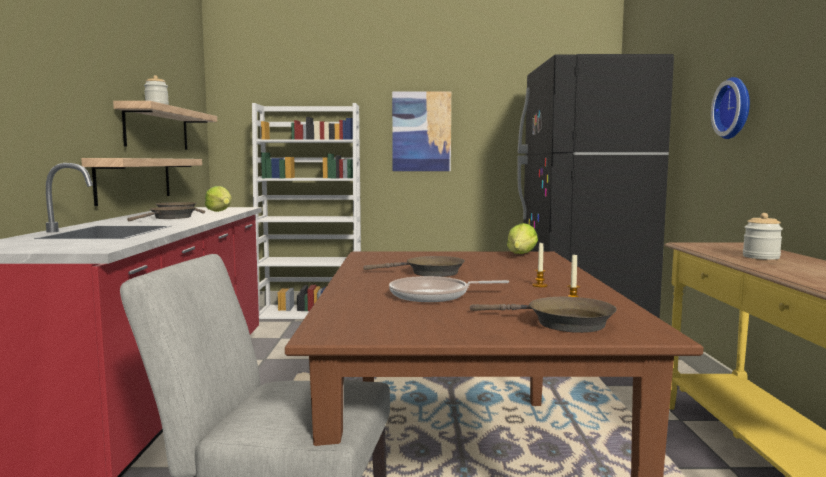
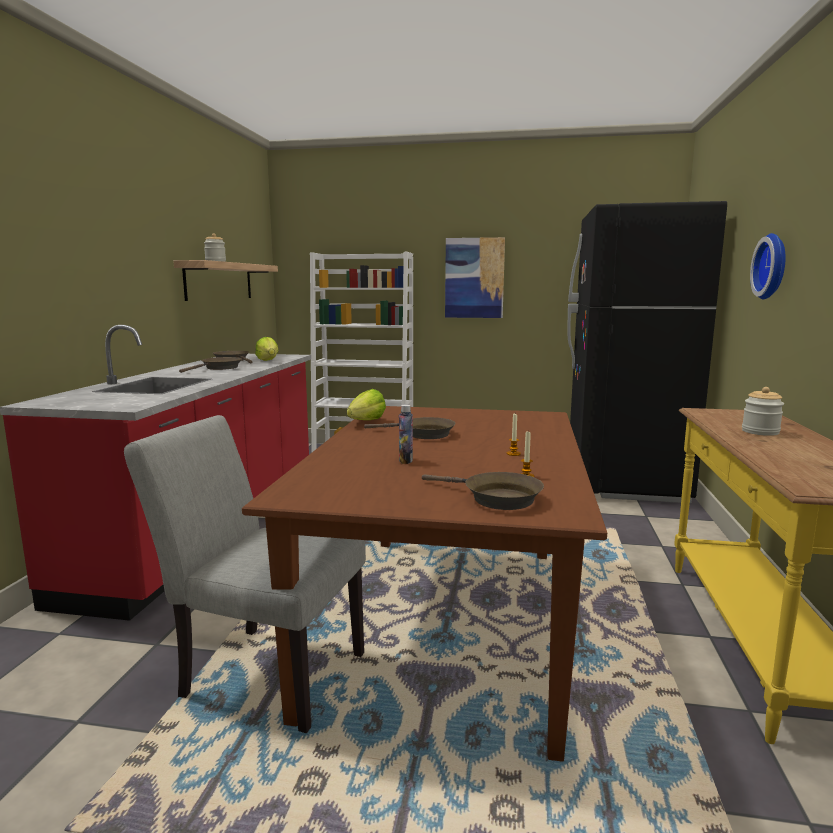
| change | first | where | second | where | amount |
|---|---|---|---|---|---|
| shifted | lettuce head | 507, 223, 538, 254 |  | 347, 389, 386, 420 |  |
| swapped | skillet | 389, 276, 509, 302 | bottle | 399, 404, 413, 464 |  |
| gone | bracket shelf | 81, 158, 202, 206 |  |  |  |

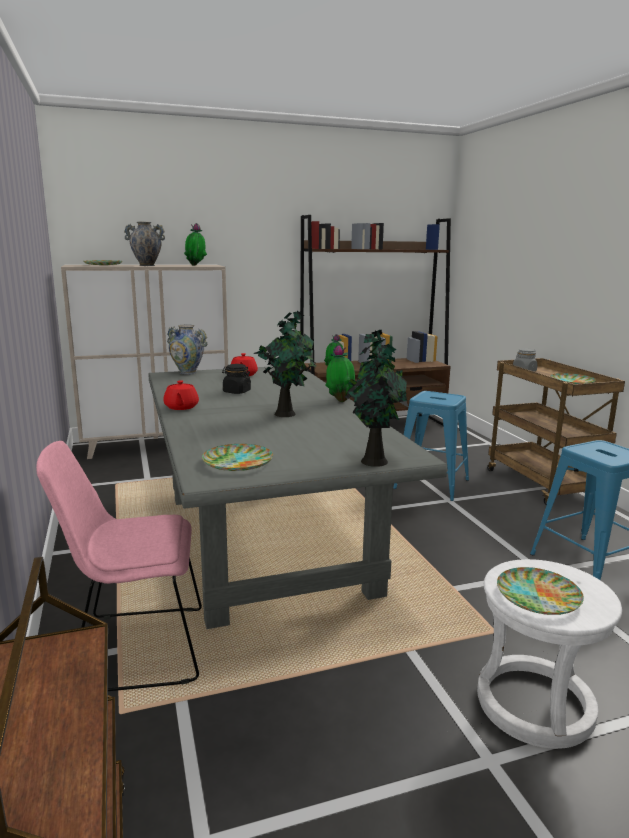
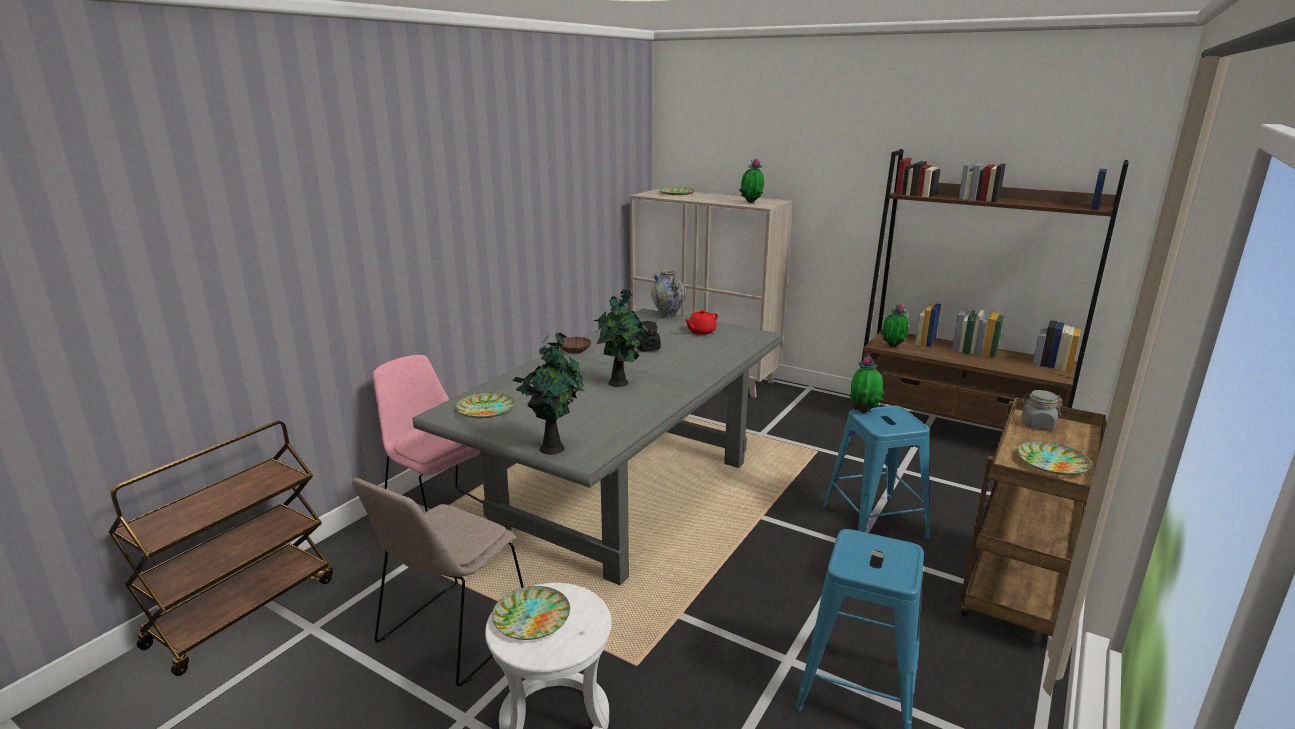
| change | first | where | second | where | amount |
|---|---|---|---|---|---|
| new |  |  | sand-coloured upright chair | 352, 477, 524, 686 |  |
| swapped | red-coloured tea pot | 163, 380, 199, 410 | brown-coloured bowl | 559, 337, 591, 354 |  |
| shifted | plant in a pot | 326, 345, 355, 402 |  | 850, 355, 884, 413 |  |
| gone | vase | 124, 222, 165, 266 |  |  |  |

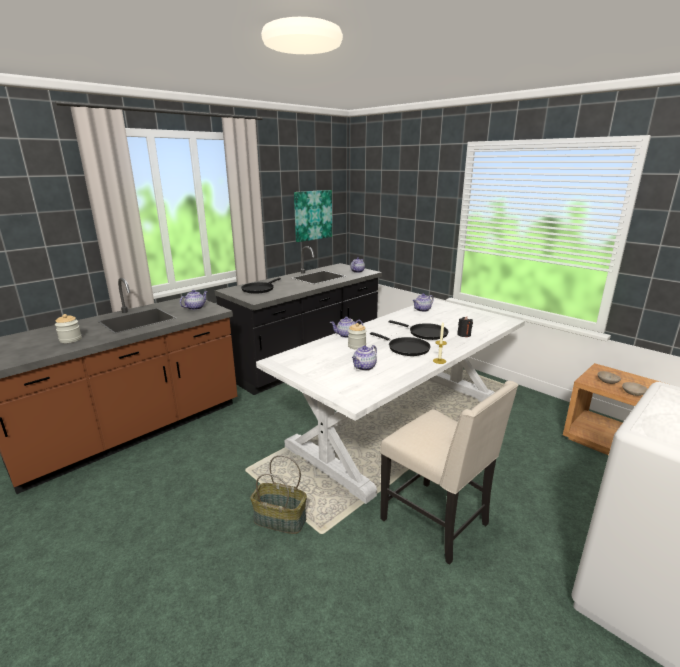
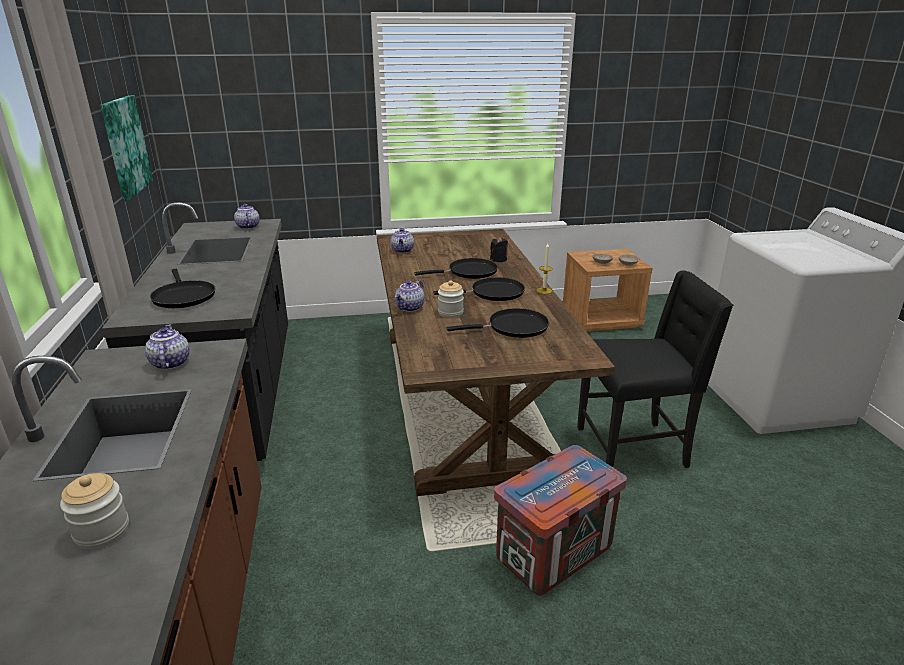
| change | first | where | second | where | amount |
|---|---|---|---|---|---|
| repainted | white dining table | 256, 298, 525, 504 | brown-coloured dining table | 377, 229, 615, 497 |  |
| swapped | tea pot | 352, 345, 377, 371 | blackish skillet | 447, 308, 549, 338 |  |
| swapped | storage basket | 250, 455, 307, 534 | packing crate | 494, 445, 627, 595 |  |
| repainted | sand-coloured upright chair | 380, 381, 518, 565 | blackish upright chair | 577, 270, 733, 468 |  |

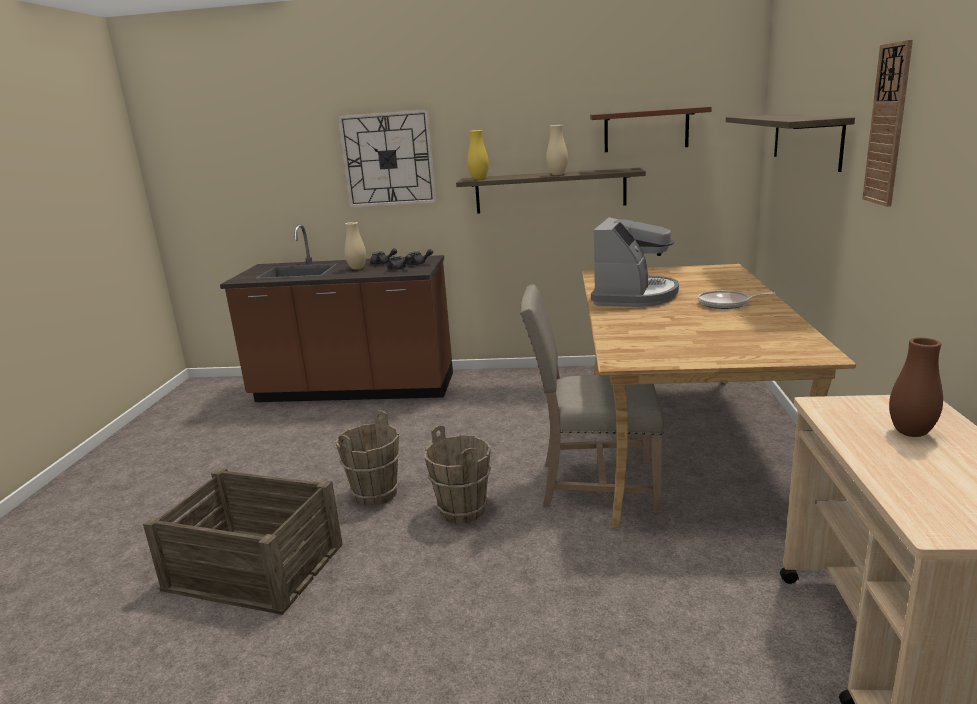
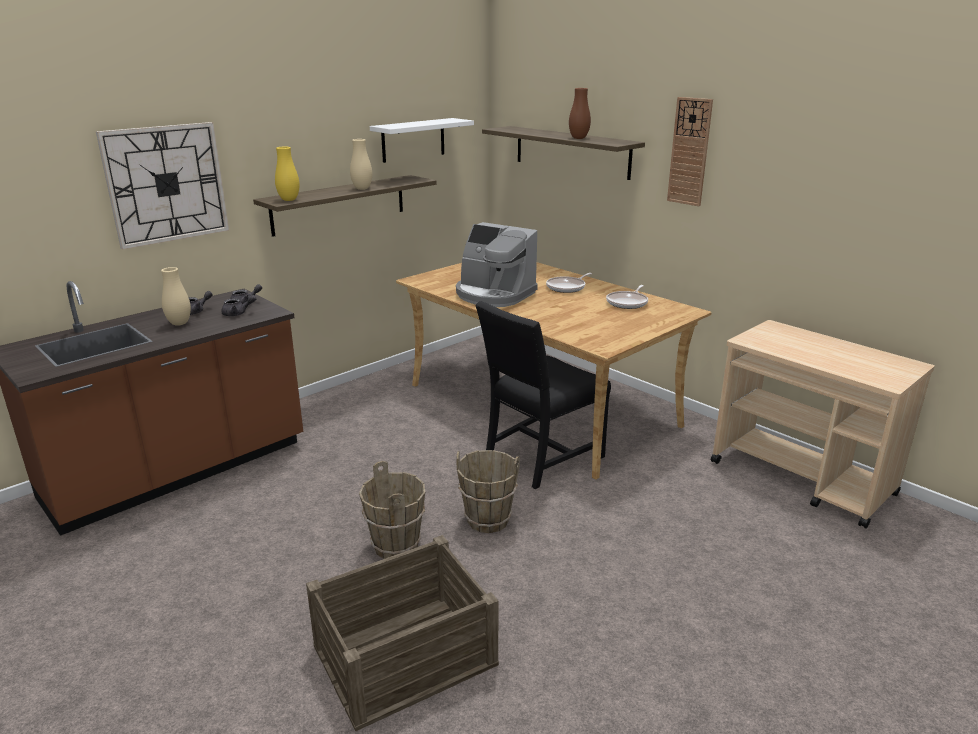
| change | first | where | second | where | amount |
|---|---|---|---|---|---|
| repainted | brown-coloured bracket shelf | 590, 106, 712, 152 | white bracket shelf | 370, 118, 474, 163 |  |
| rotated | coffee brewer | 591, 217, 679, 307 |  | 456, 222, 538, 307 | 150 degrees clockwise |
| repainted | sand-coloured upright chair | 520, 284, 665, 513 | blackish upright chair | 475, 301, 611, 489 |  |
| shifted | brown-coloured vase | 889, 338, 943, 437 |  | 569, 88, 591, 139 |  |
| new |  |  | skillet | 606, 285, 648, 309 |  |

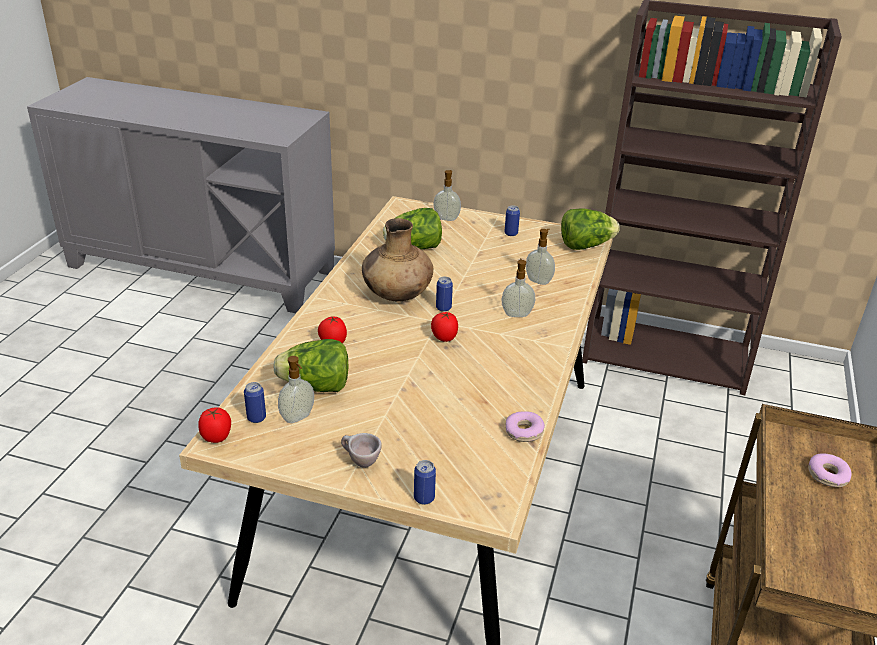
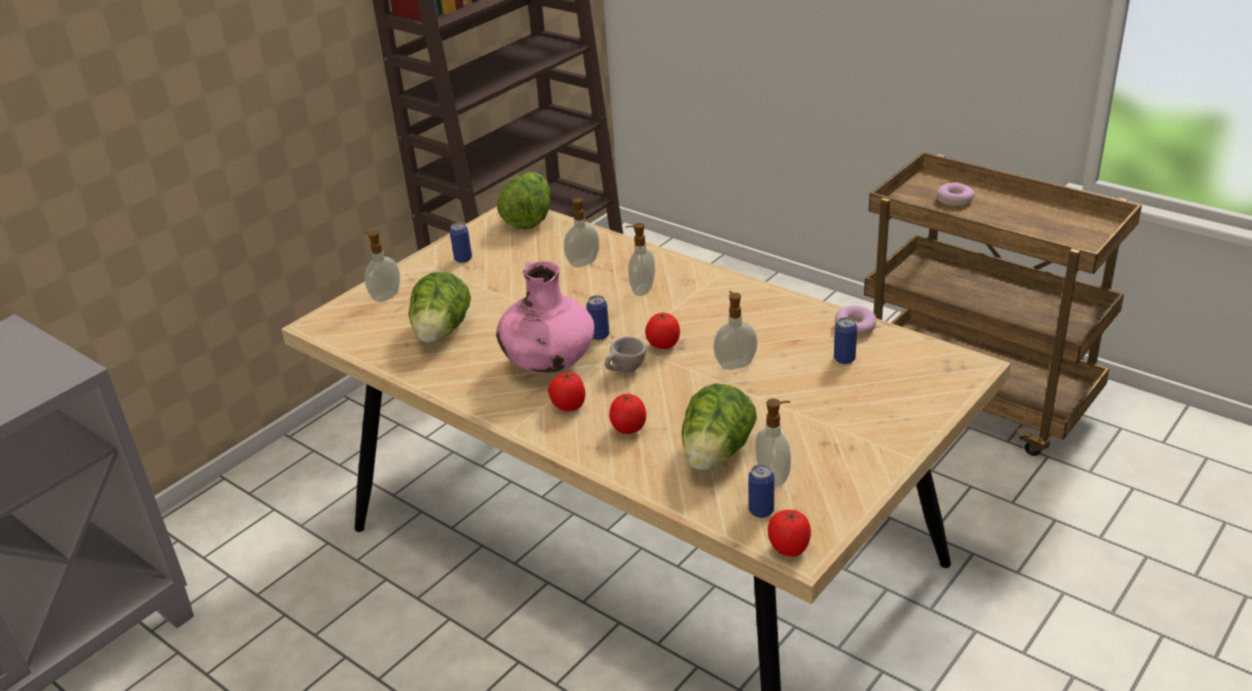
| change | first | where | second | where | amount |
|---|---|---|---|---|---|
| repainted | brown-coloured vase | 362, 218, 433, 302 | pink vase | 496, 261, 595, 373 |  |
| new |  |  | whole tomato | 548, 371, 586, 411 |  |
| shifted | sand-coloured drinking cup | 341, 433, 382, 468 |  | 605, 336, 646, 373 |  |
| new |  |  | soap dispenser | 713, 291, 758, 370 |  |
| shifted | metal can | 414, 460, 436, 505 |  | 834, 317, 857, 364 |  |

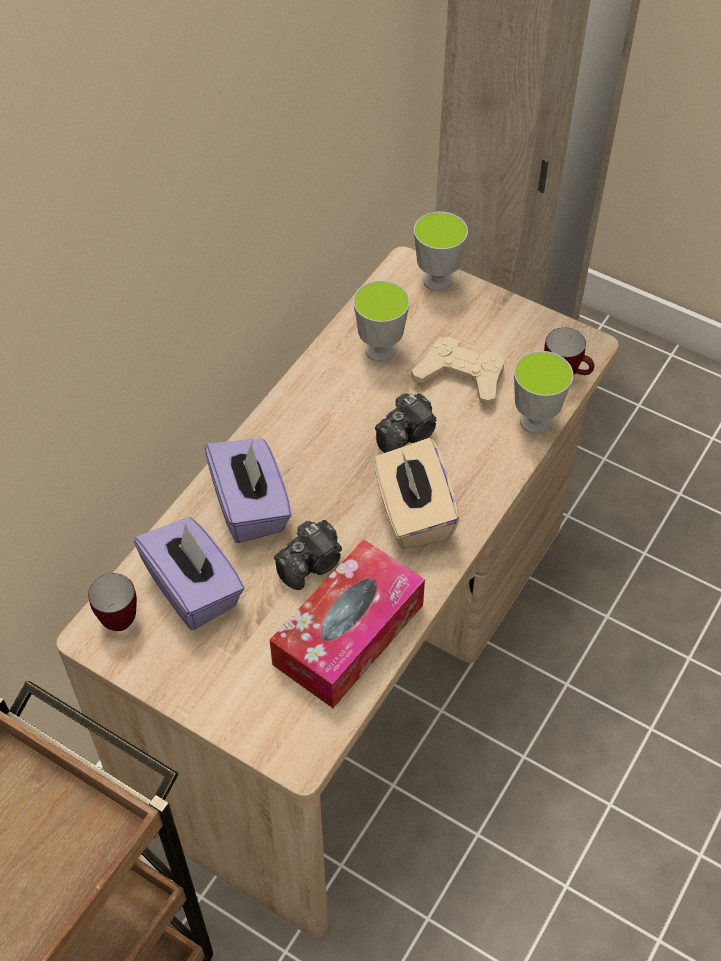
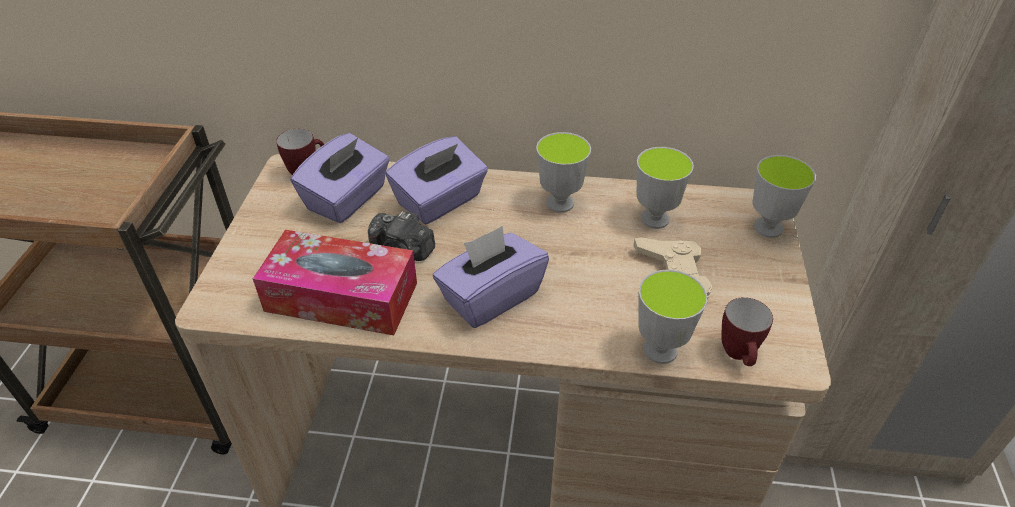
| change | first | where | second | where | amount |
|---|---|---|---|---|---|
| repainted | sand-coloured tissue holder | 374, 438, 459, 549 | purplish tissue holder | 433, 226, 549, 328 |  |
| new |  |  | drinking cup | 536, 132, 591, 213 |  |
| gone | still camera | 375, 393, 437, 453 |  |  |  |

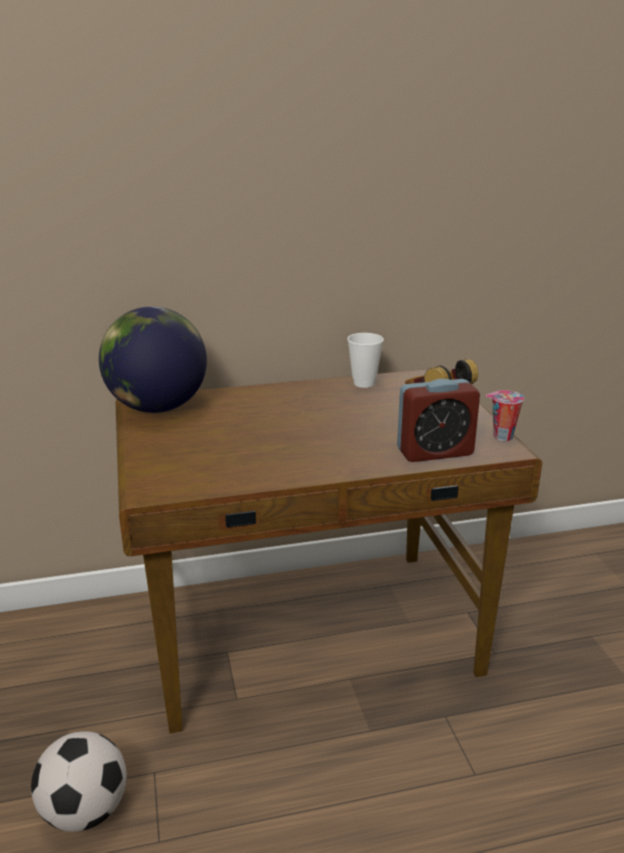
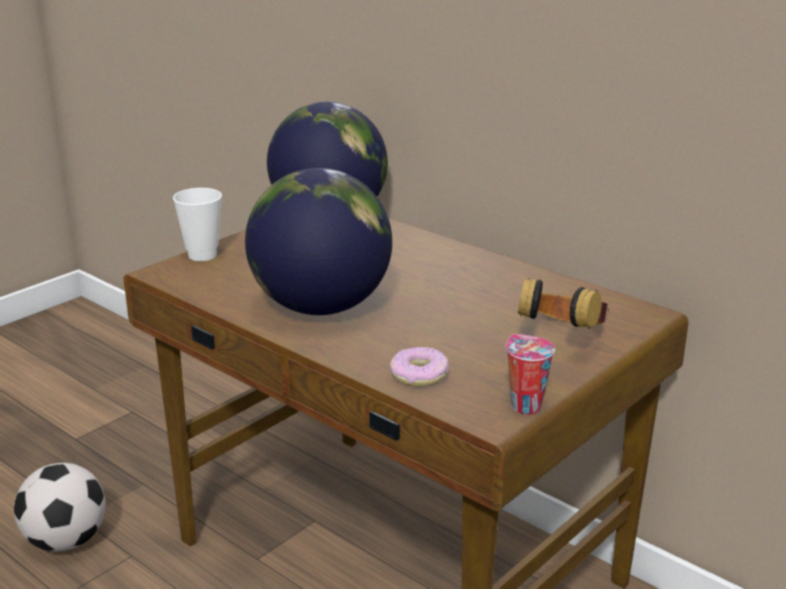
| change | first | where | second | where | amount |
|---|---|---|---|---|---|
| shifted | drinking cup | 347, 333, 384, 388 |  | 173, 188, 222, 261 |  |
| new |  |  | world globe | 245, 168, 392, 315 |  |
| swapped | table clock | 397, 379, 480, 462 | doughnut | 390, 346, 449, 387 |  |

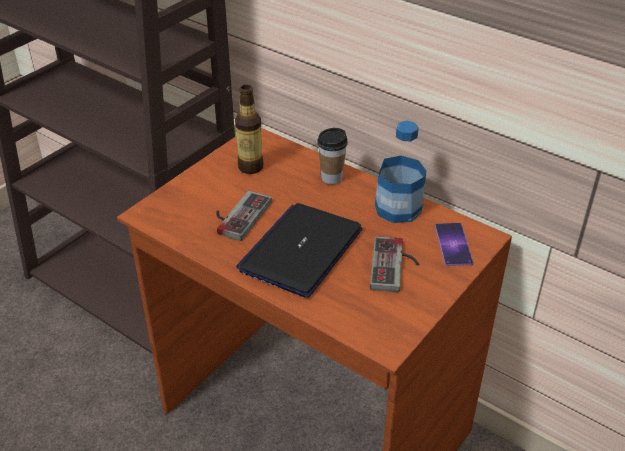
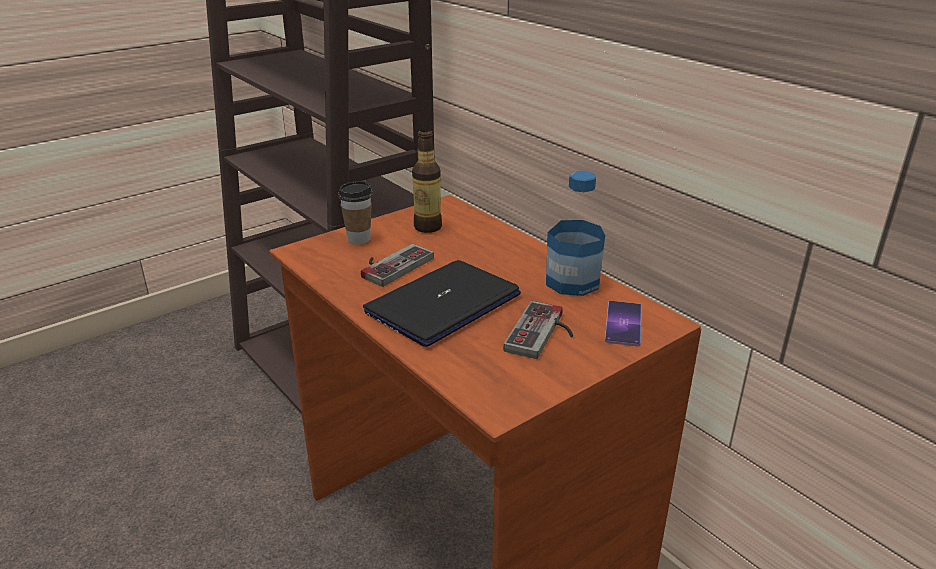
| change | first | where | second | where | amount |
|---|---|---|---|---|---|
| shifted | drinking cup | 317, 128, 348, 184 |  | 338, 181, 372, 245 |  |

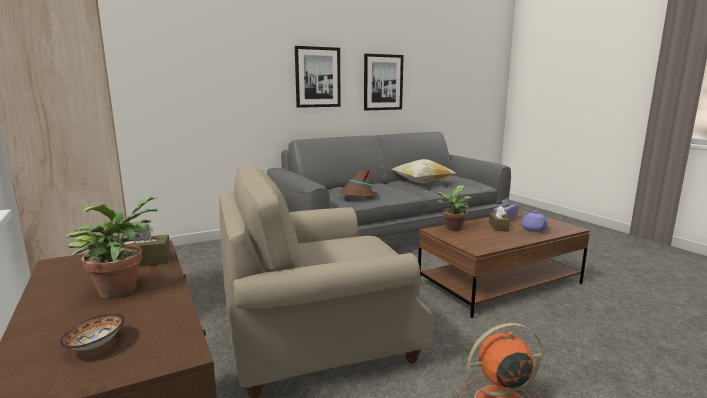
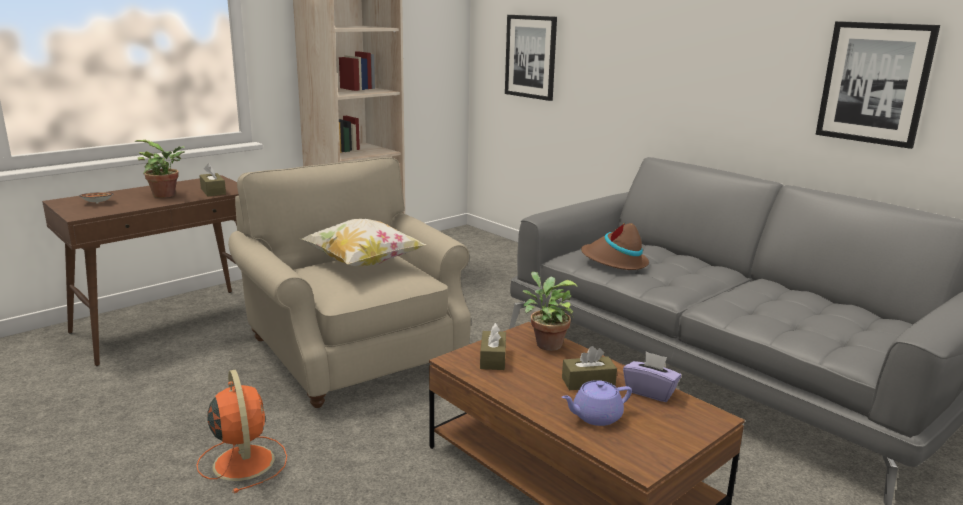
| change | first | where | second | where | amount |
|---|---|---|---|---|---|
| shifted | cushion | 390, 159, 455, 183 |  | 302, 219, 427, 267 |  |
| new |  |  | brown-coloured tissue holder | 480, 323, 506, 370 |  |
| shifted | wall art | 295, 46, 341, 108 |  | 505, 15, 557, 101 |  |

